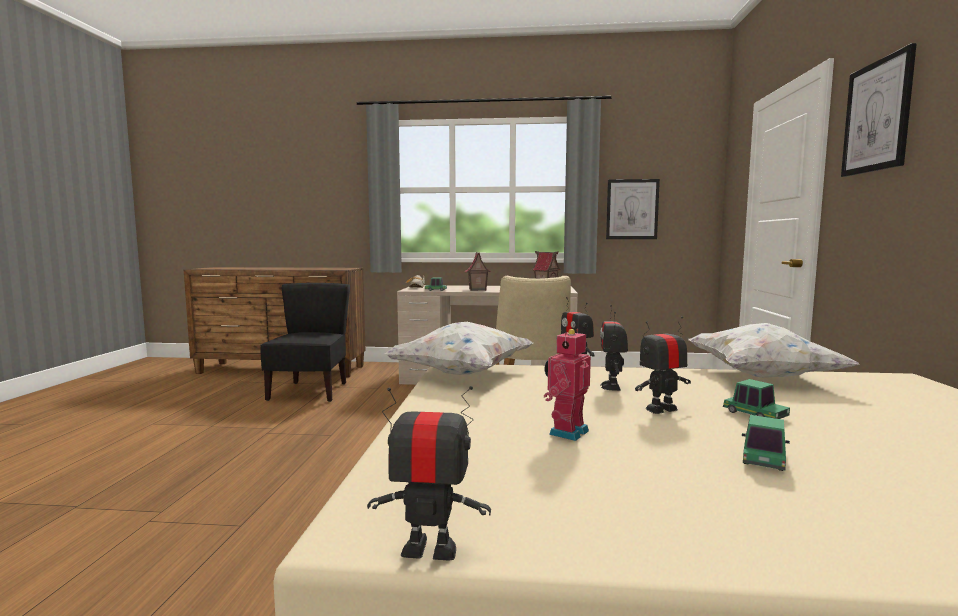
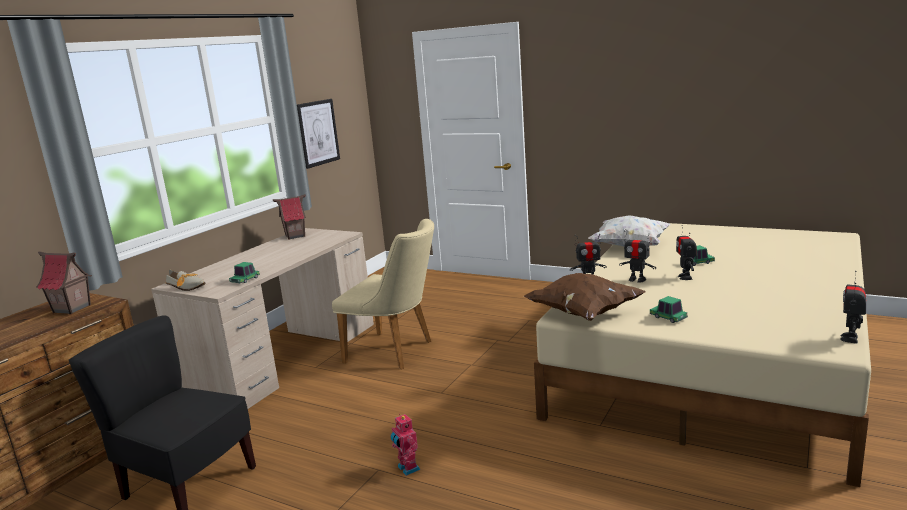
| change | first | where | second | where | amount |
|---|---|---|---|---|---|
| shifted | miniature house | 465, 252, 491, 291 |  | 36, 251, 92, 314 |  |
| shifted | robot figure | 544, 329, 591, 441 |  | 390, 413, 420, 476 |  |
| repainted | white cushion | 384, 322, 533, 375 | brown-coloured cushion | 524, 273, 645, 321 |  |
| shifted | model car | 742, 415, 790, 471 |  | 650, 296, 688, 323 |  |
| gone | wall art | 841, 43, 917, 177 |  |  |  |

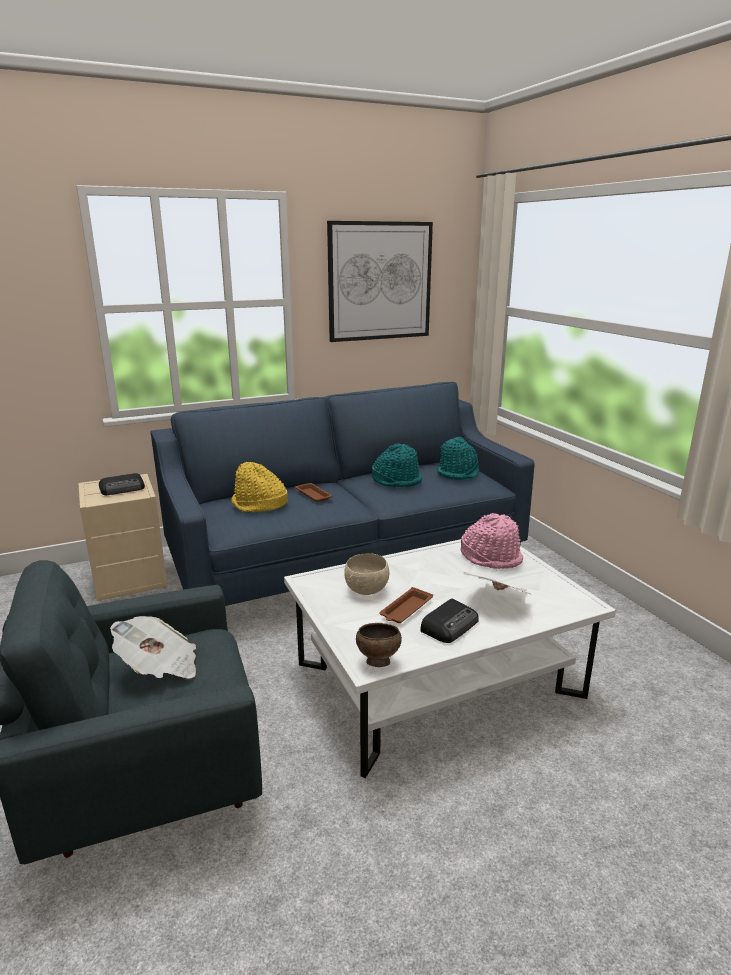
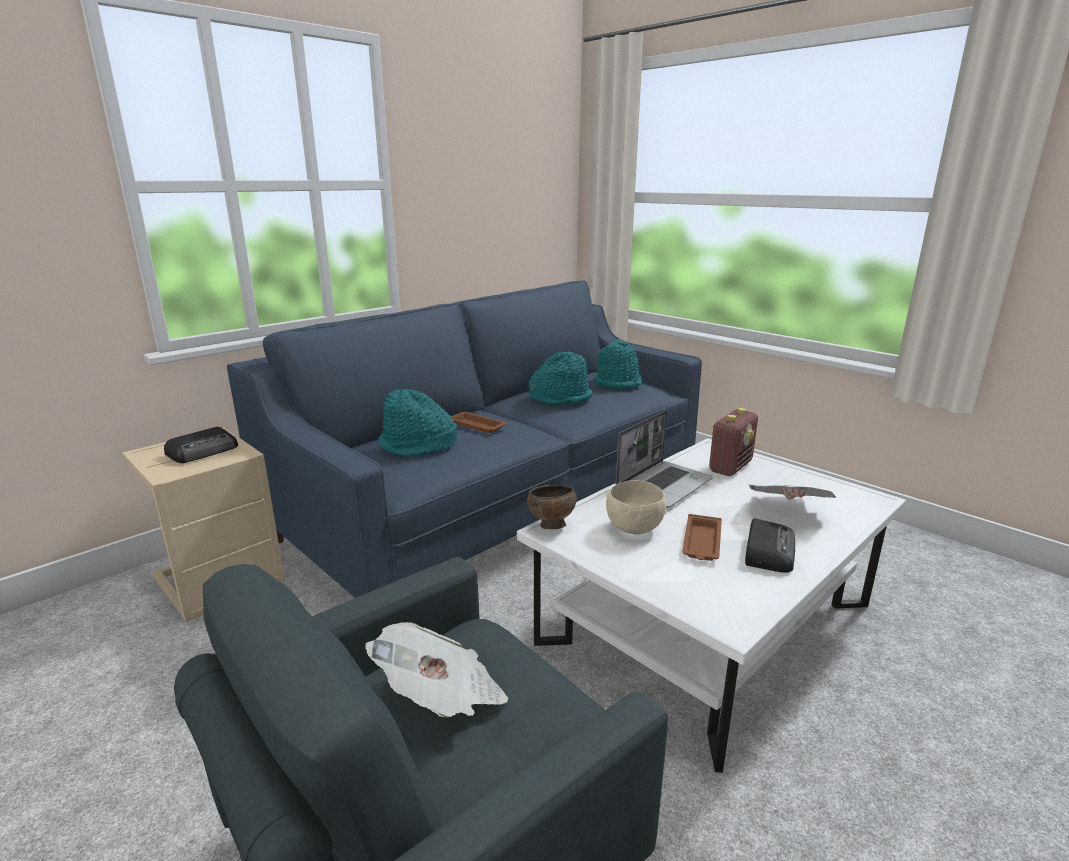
| change | first | where | second | where | amount |
|---|---|---|---|---|---|
| repainted | yellowish wearable hat | 231, 462, 288, 512 | blue-green wearable hat | 379, 389, 457, 457 |  |
| shifted | brown-coloured bowl | 356, 623, 402, 667 |  | 527, 485, 577, 529 |  |
| new |  |  | laptop | 616, 411, 713, 508 |  |
| swapped | pink wearable hat | 461, 513, 523, 569 | radio set | 709, 408, 758, 476 |  |
| gone | wall art | 327, 221, 433, 342 |  |  |  |

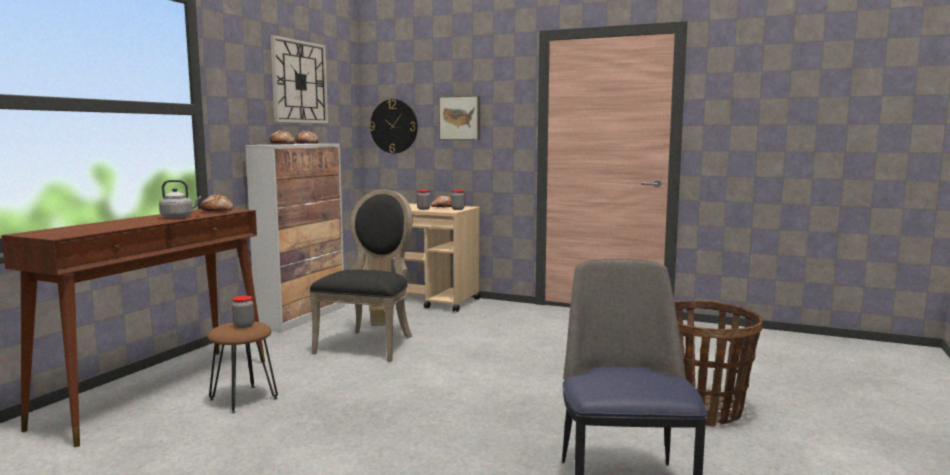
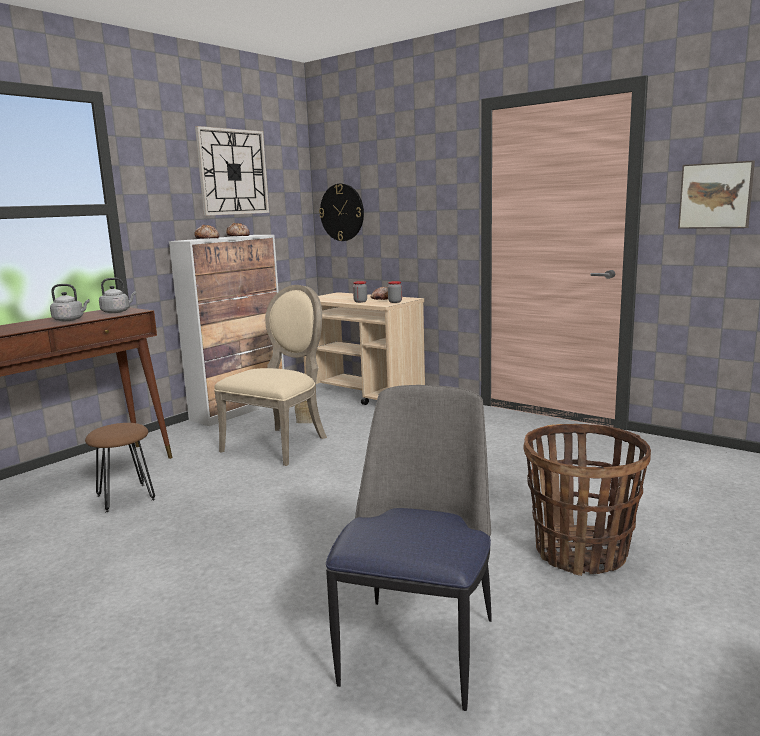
| change | first | where | second | where | amount |
|---|---|---|---|---|---|
| swapped | bakery bread | 200, 195, 233, 212 | greyish kettle | 99, 278, 136, 313 |  |
| repainted | blackish upright chair | 309, 189, 413, 362 | sand-coloured upright chair | 214, 285, 327, 466 |  |
| shifted | wall art | 439, 95, 480, 140 |  | 678, 161, 755, 229 |  |
| gone | preserve jar | 232, 296, 254, 328 |  |  |  |

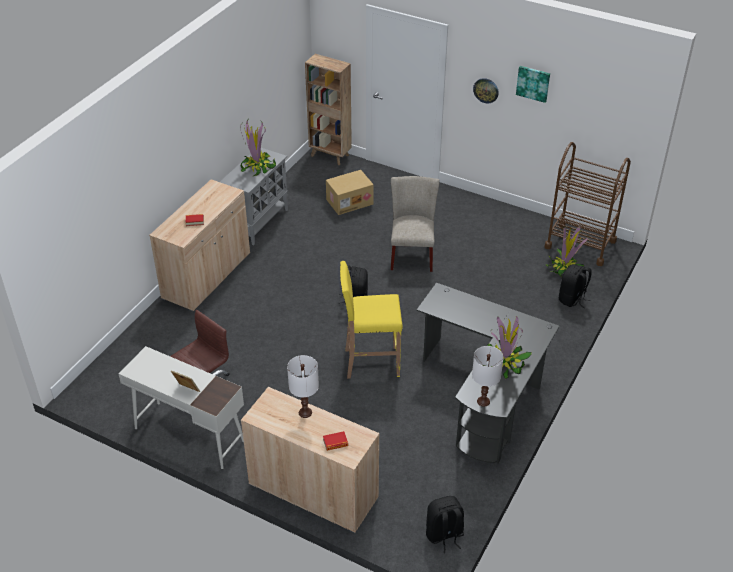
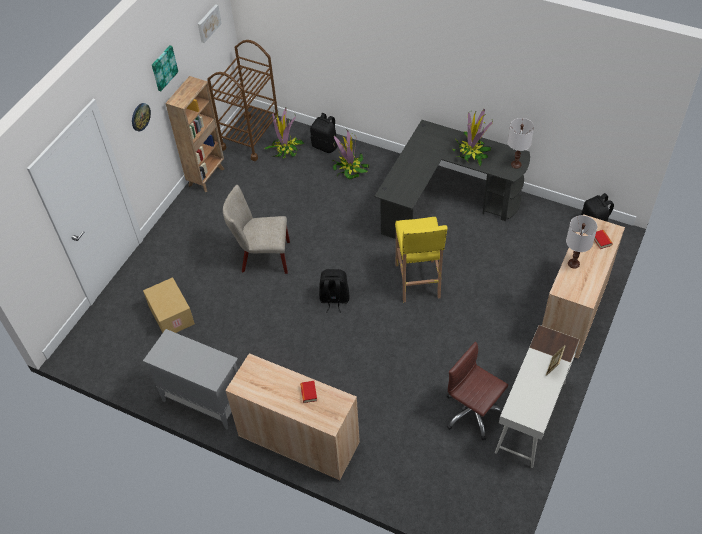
| change | first | where | second | where | amount |
|---|---|---|---|---|---|
| shifted | brown-coloured shelving unit | 305, 54, 352, 165 |  | 165, 76, 224, 192 |  |
| new |  |  | wall art | 198, 4, 222, 43 |  |
| shifted | plant in a pot | 240, 120, 276, 177 |  | 333, 130, 369, 179 |  |

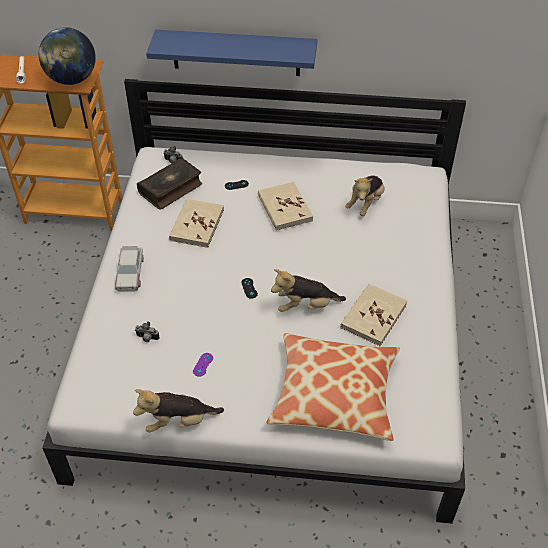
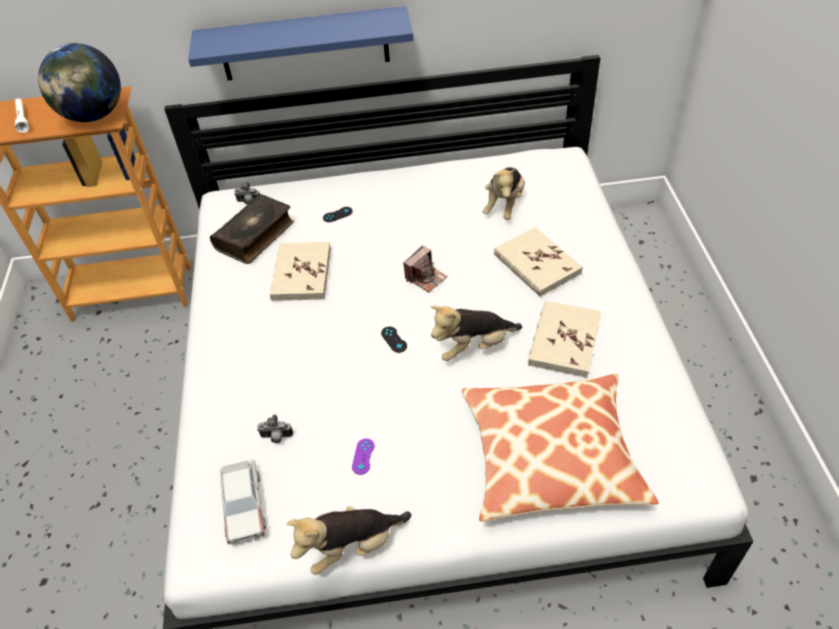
| change | first | where | second | where | amount |
|---|---|---|---|---|---|
| shifted | model car | 115, 246, 144, 292 |  | 220, 460, 267, 545 |  |
| new |  |  | still camera | 403, 245, 448, 292 |  |
| shifted | sand-coloured volume | 258, 182, 313, 231 |  | 494, 227, 583, 297 |  |

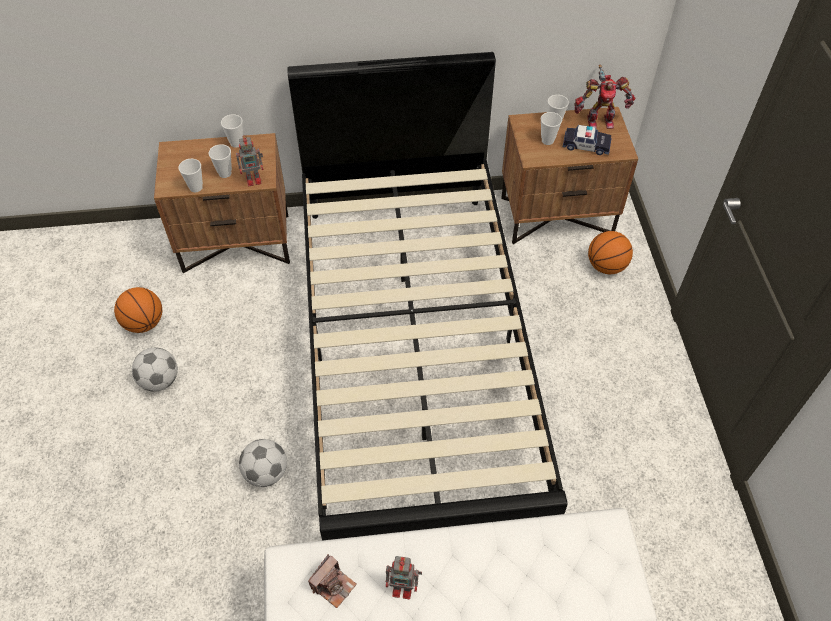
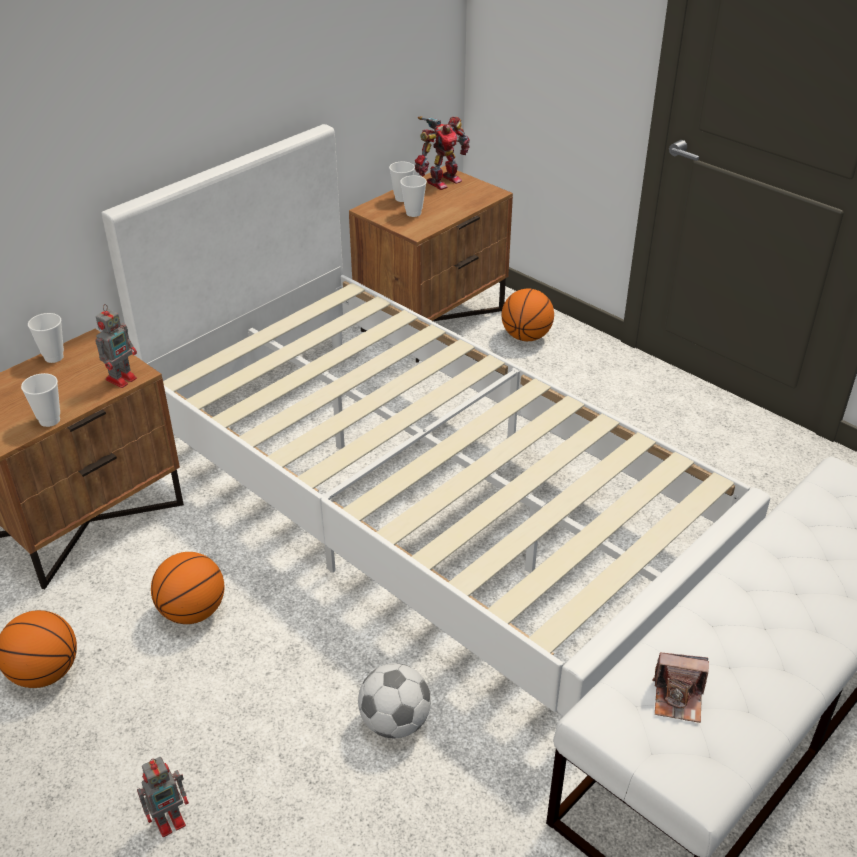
| change | first | where | second | where | amount |
|---|---|---|---|---|---|
| repainted | blackish bedroom bed | 287, 52, 567, 541 | white bedroom bed | 102, 124, 770, 718 |  |
| shifted | robot figure | 386, 556, 422, 599 |  | 137, 757, 189, 837 |  |
| new |  |  | basketball | 151, 552, 224, 624 |  |
| rotated | still camera | 308, 554, 357, 608 |  | 652, 653, 709, 723 | 105 degrees clockwise |
| gone | football | 132, 348, 178, 392 |  |  |  |
| gone | drinking cup | 209, 144, 232, 178 |  |  |  |
| gone | model car | 563, 125, 611, 155 |  |  |  |

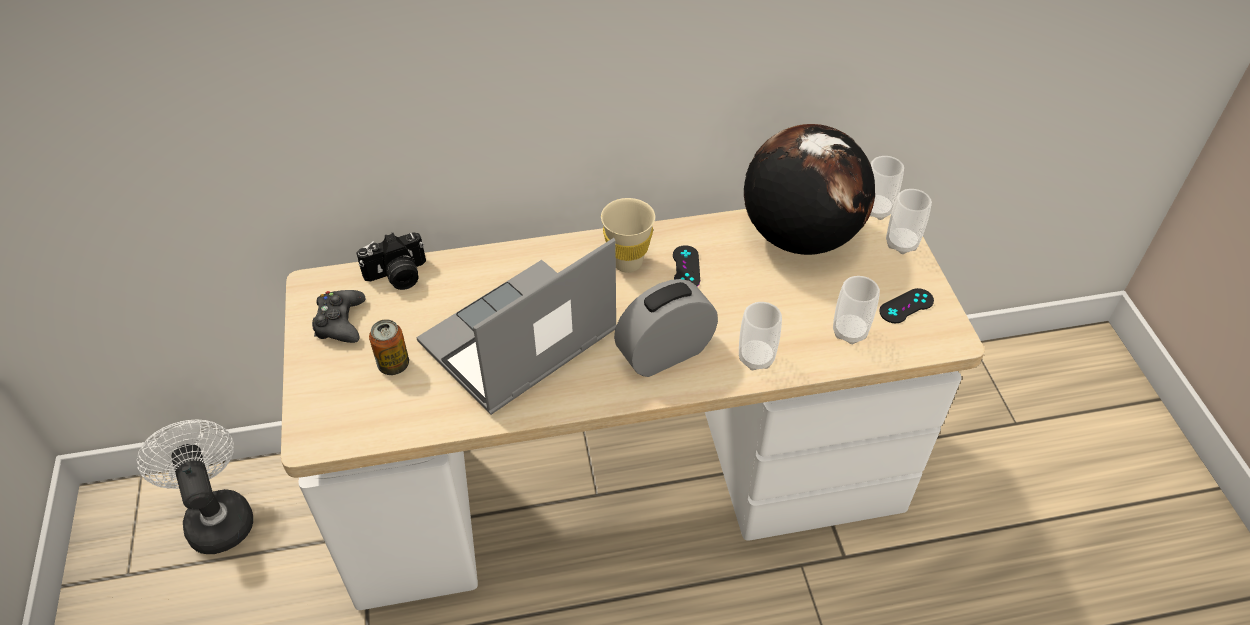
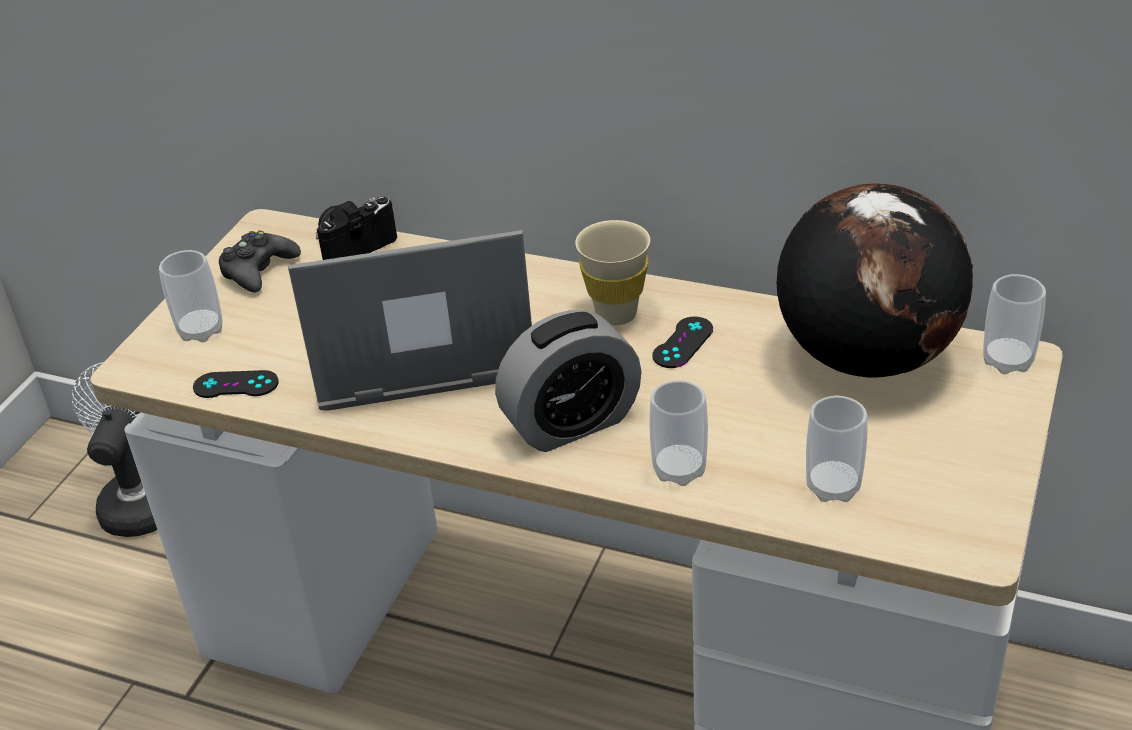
| change | first | where | second | where | amount |
|---|---|---|---|---|---|
| shifted | drinking cup | 886, 189, 932, 254 |  | 159, 250, 223, 342 |  |
| shifted | blackish game controller | 879, 288, 934, 323 |  | 193, 370, 279, 398 |  |
| rotated | still camera | 356, 232, 426, 290 |  | 316, 196, 397, 260 | 135 degrees clockwise |
| rotated | table clock | 614, 279, 718, 377 |  | 495, 310, 642, 452 | 150 degrees clockwise |
| gone | metal can | 369, 319, 409, 375 |  |  |  |

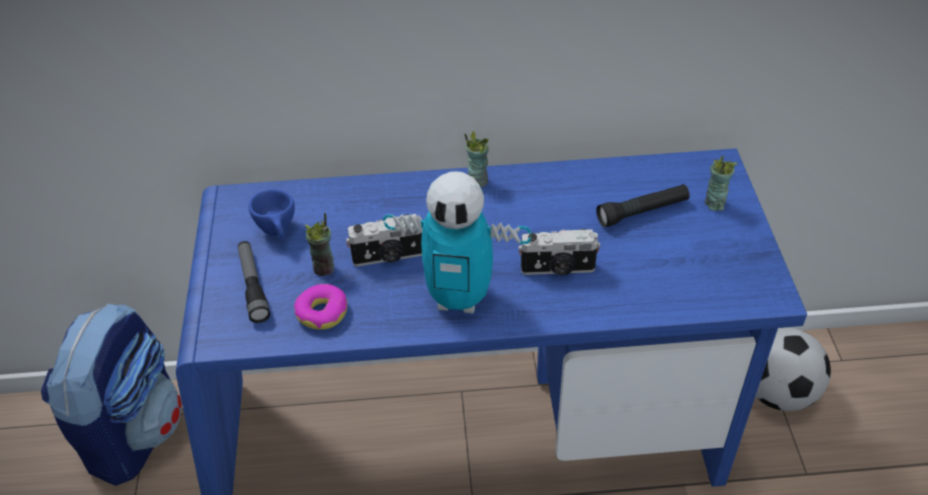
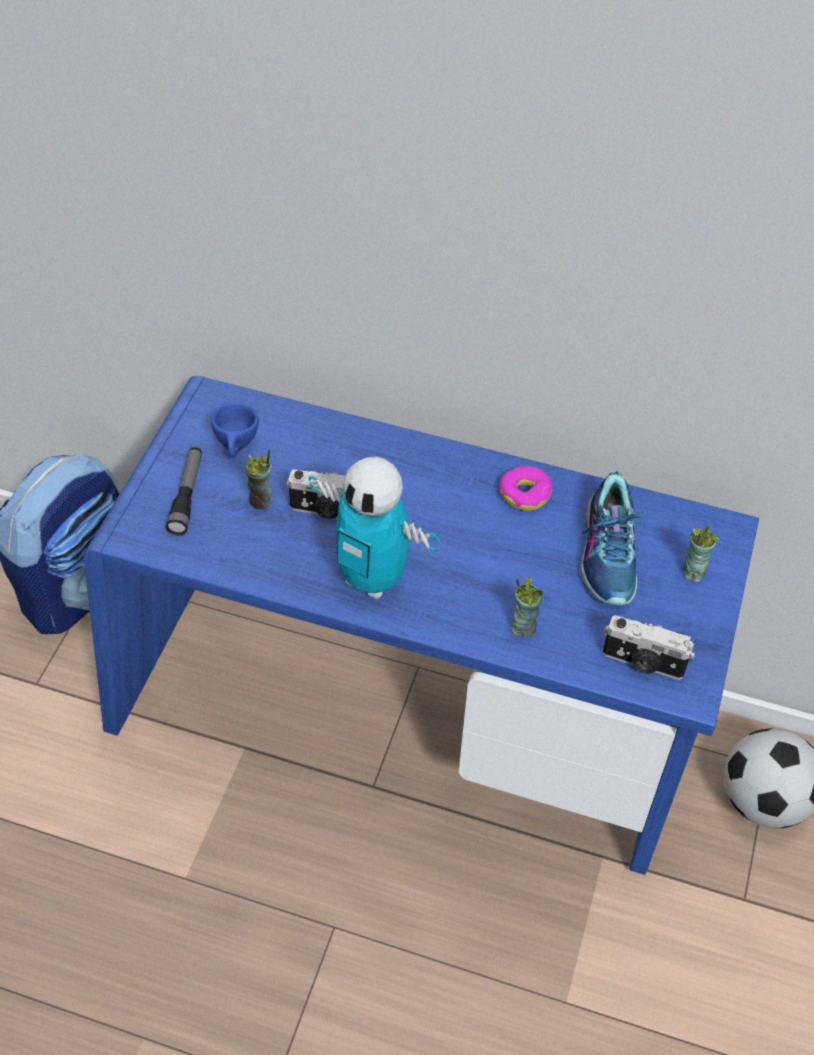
| change | first | where | second | where | amount |
|---|---|---|---|---|---|
| shifted | doughnut | 294, 284, 347, 330 |  | 500, 466, 552, 511 |  |
| shifted | drinking cup | 464, 131, 489, 188 |  | 512, 577, 544, 638 |  |
| swapped | blackish hand torch | 596, 184, 690, 227 | low shoe | 580, 471, 651, 605 |  |
| shifted | still camera | 518, 229, 600, 275 |  | 603, 615, 695, 680 |  |

